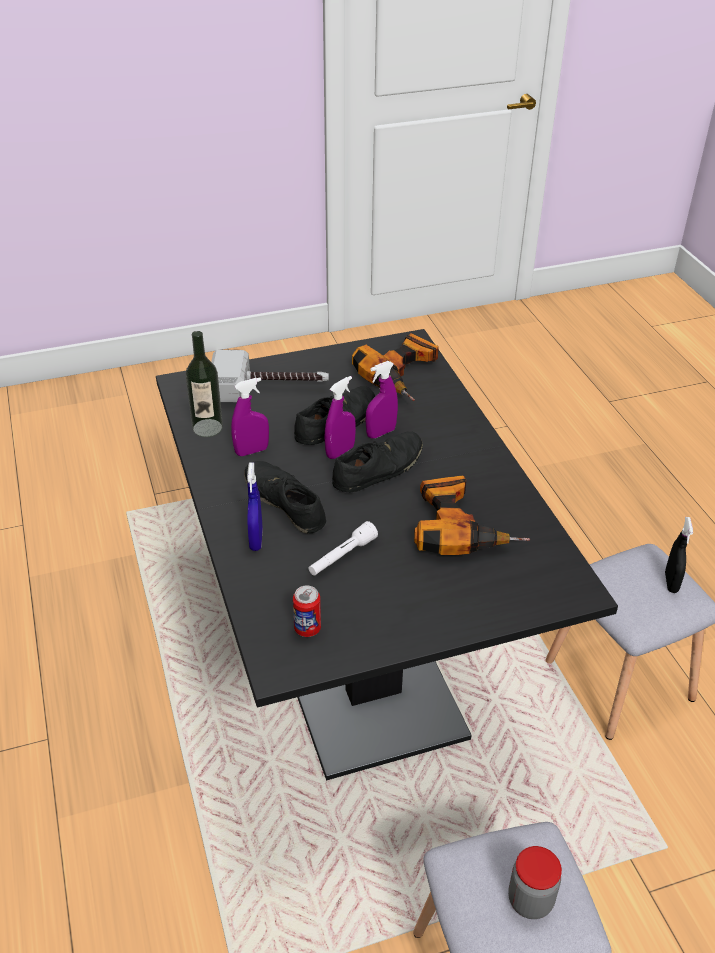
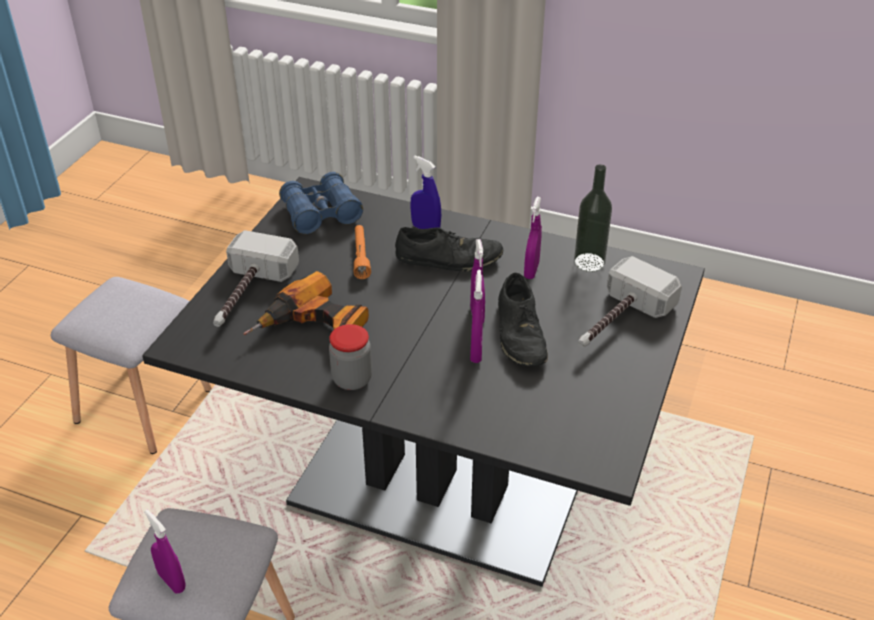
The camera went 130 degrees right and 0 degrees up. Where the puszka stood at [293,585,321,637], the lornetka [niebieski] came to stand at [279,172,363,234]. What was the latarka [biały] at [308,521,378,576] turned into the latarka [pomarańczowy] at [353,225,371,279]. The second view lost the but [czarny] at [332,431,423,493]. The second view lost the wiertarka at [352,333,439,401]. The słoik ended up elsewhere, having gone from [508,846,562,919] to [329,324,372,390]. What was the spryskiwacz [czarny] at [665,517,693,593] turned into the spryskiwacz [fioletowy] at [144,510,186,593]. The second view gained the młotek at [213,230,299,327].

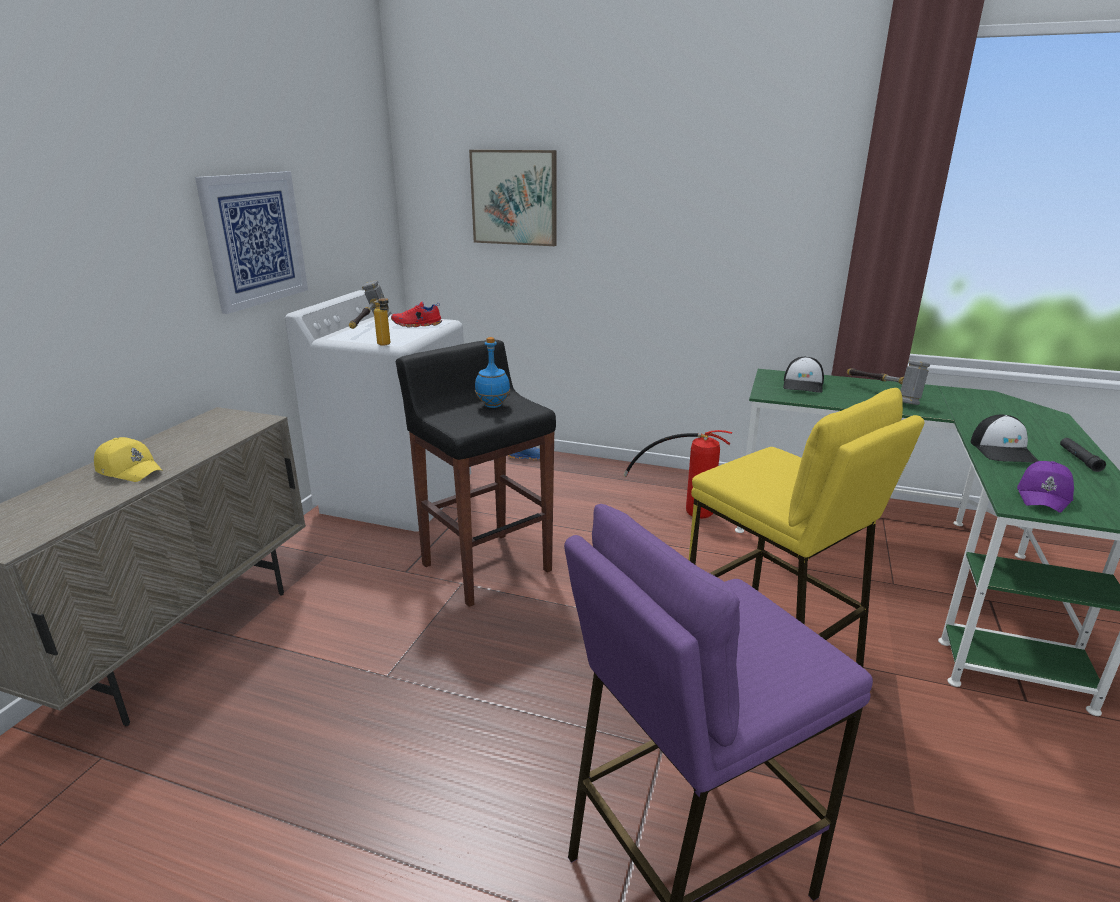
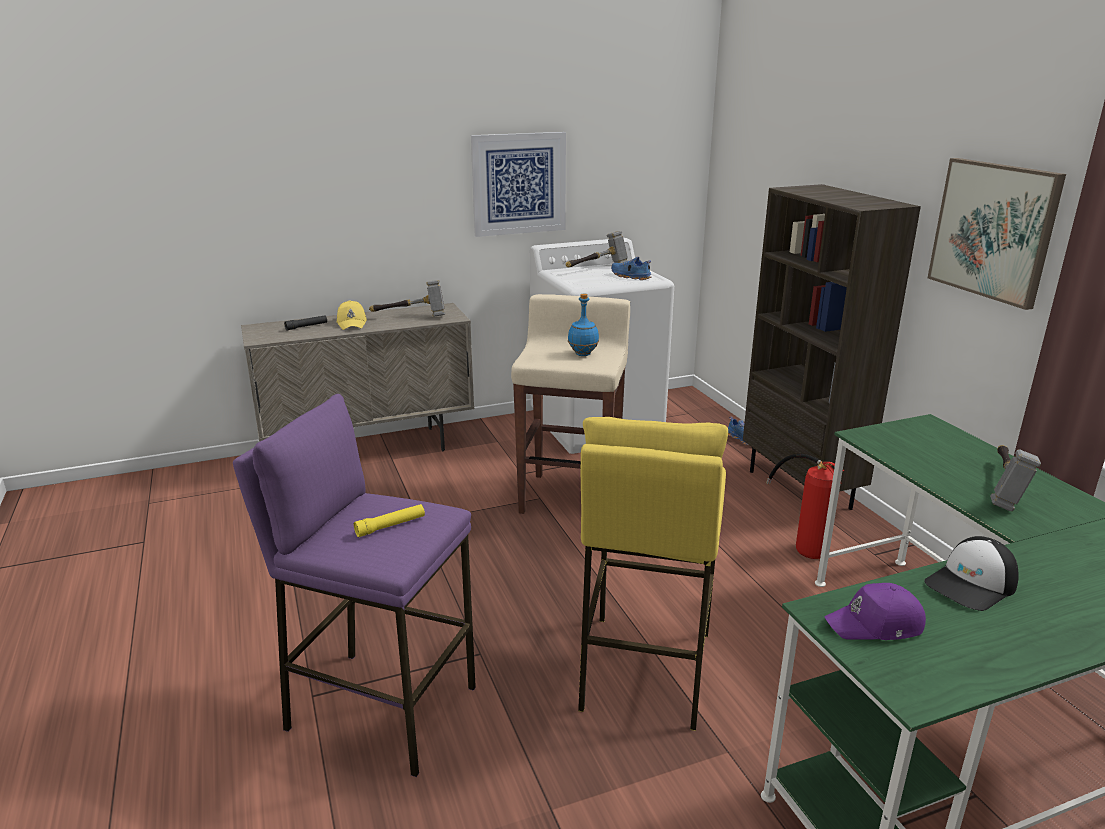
The camera went 50 degrees right and 0 degrees up. The second view lost the butelka at [374,293,390,345]. What was the but [czerwony] at [391,302,442,328] turned into the but [niebieski] at [611,256,652,280]. What was the stołek [czarny] at [396,340,556,607] turned into the stołek [beżowy] at [511,294,630,514]. The obraz ended up elsewhere, having gone from [469,150,557,246] to [928,158,1066,310]. The second view lost the czapka z daszkiem at [783,357,824,393]. The latarka [czarny] ended up elsewhere, having gone from [1060,438,1106,472] to [284,315,327,330]. The second view gained the latarka [żółty] at [354,504,425,537]. The second view gained the młotek at [369,280,445,317]. The second view gained the regał [brązowy] at [743,184,921,510].

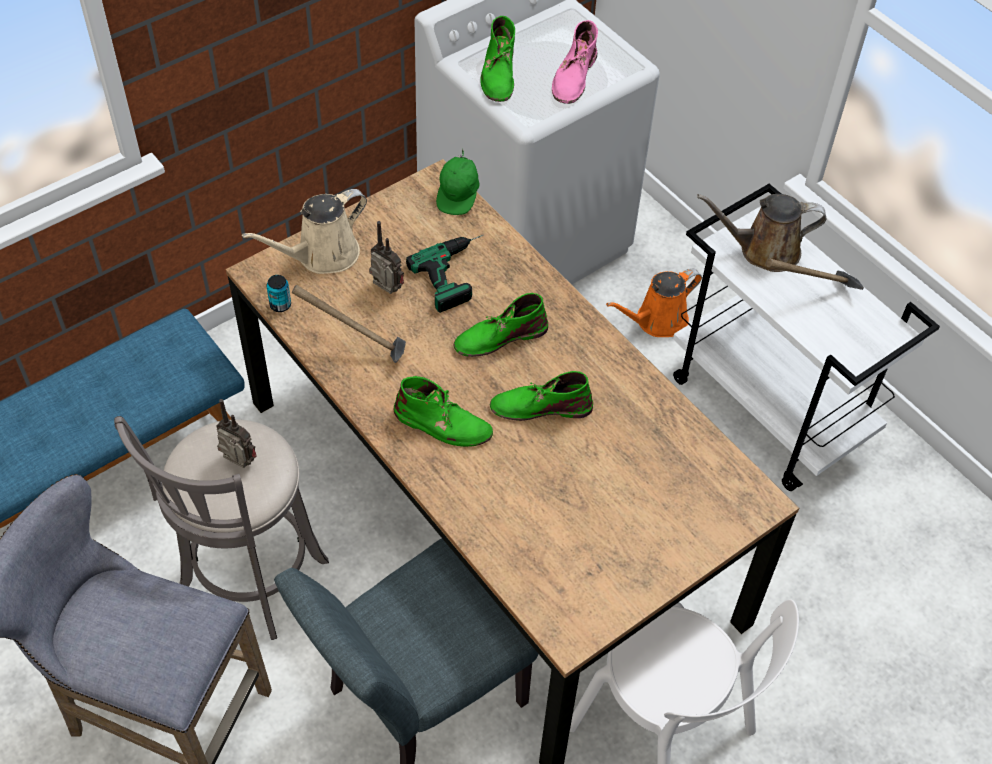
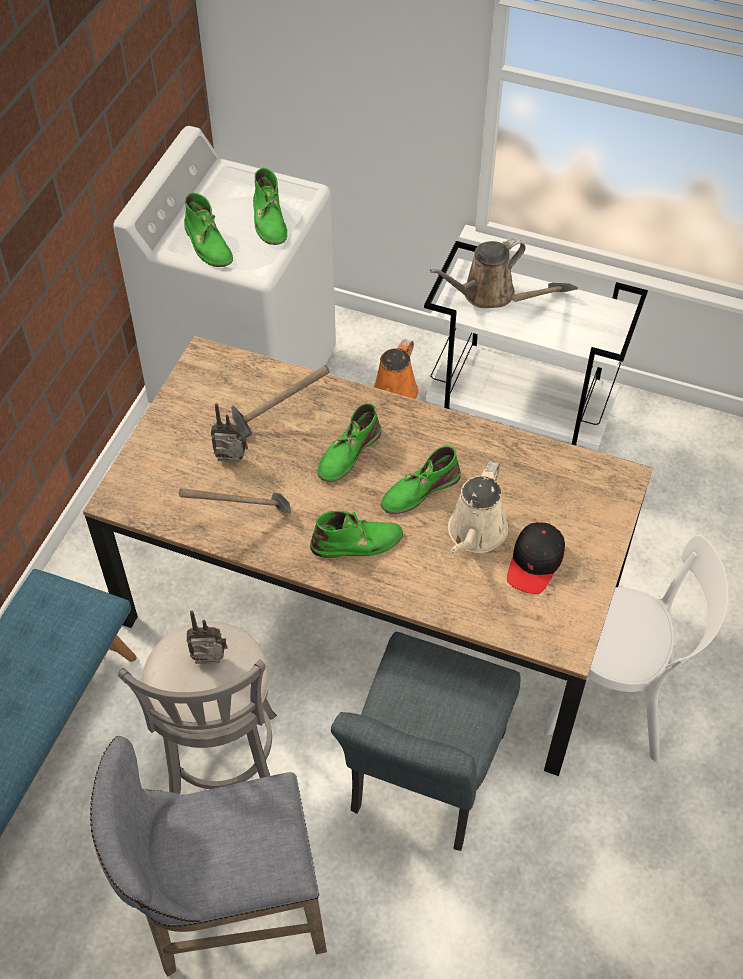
The camera went 30 degrees left and 0 degrees up. The konewka [beżowy] ended up elsewhere, having gone from [242,189,367,274] to [448,461,508,554]. The second view lost the puszka at [266,275,291,312]. Where the wiertarka stood at [406,235,483,313], the młotek came to stand at [231,365,330,438]. The second view lost the czapka z daszkiem [zielony] at [436,149,480,215]. What was the but z cholewką [różowy] at [552,20,598,104] turned into the but z cholewką [zielony] at [253,168,287,245]. The second view gained the czapka z daszkiem [czarny] at [507,522,565,594].

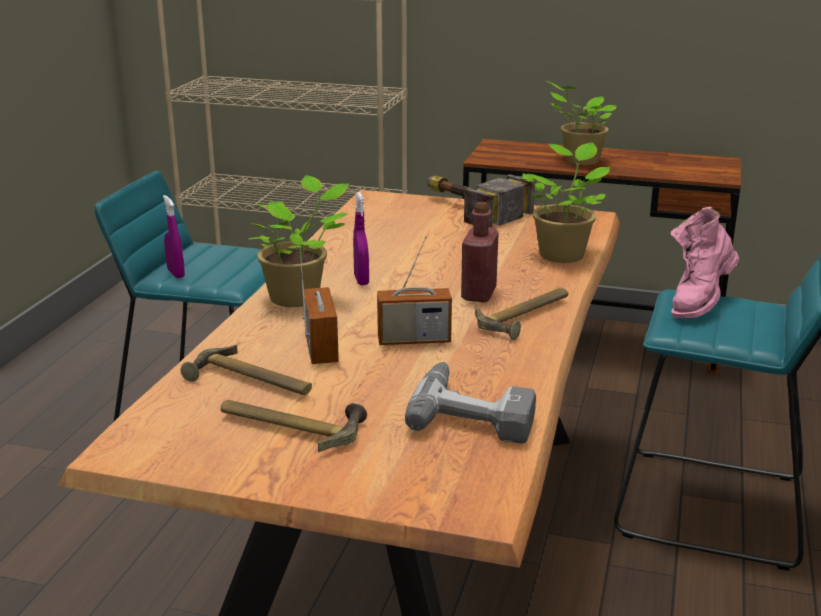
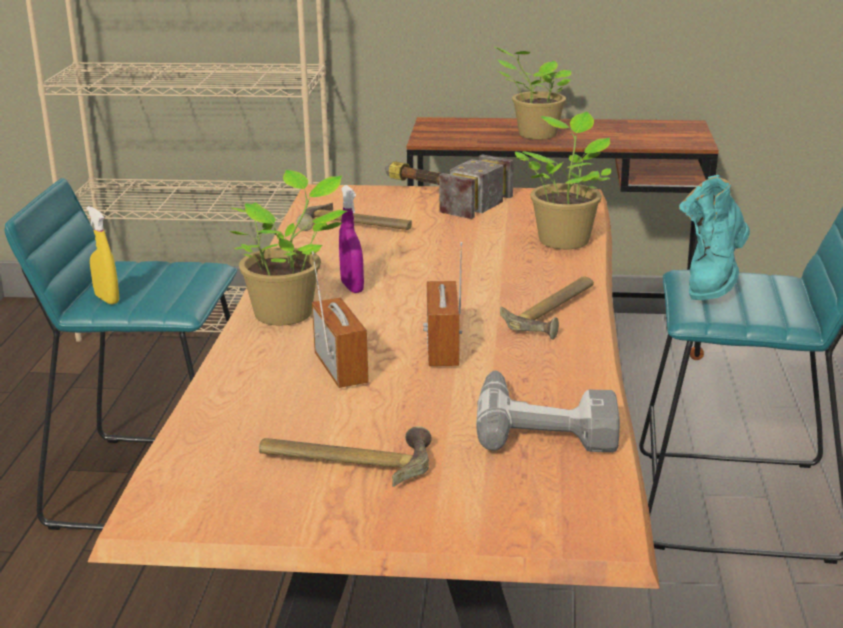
The camera went 10 degrees left and 0 degrees up. What was the spryskiwacz [fioletowy] at [163,195,185,278] turned into the spryskiwacz [żółty] at [86,206,119,304]. The młotek ended up elsewhere, having gone from [181,345,312,395] to [296,203,412,231]. The radio at [377,236,452,345] ended up facing another way, 105 degrees clockwise from before. The second view lost the butelka [czerwony] at [461,202,499,302]. What was the but z cholewką [różowy] at [670,207,739,318] turned into the but z cholewką [turkusowy] at [679,175,750,300].

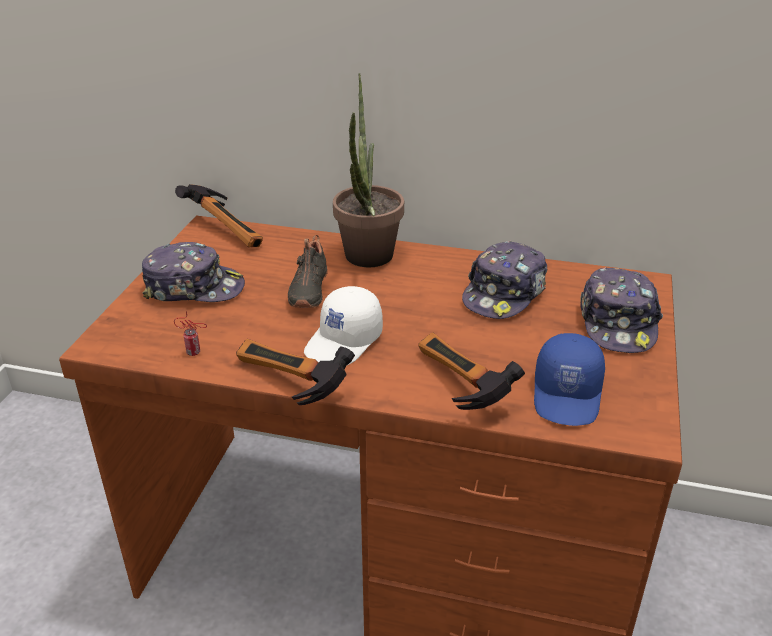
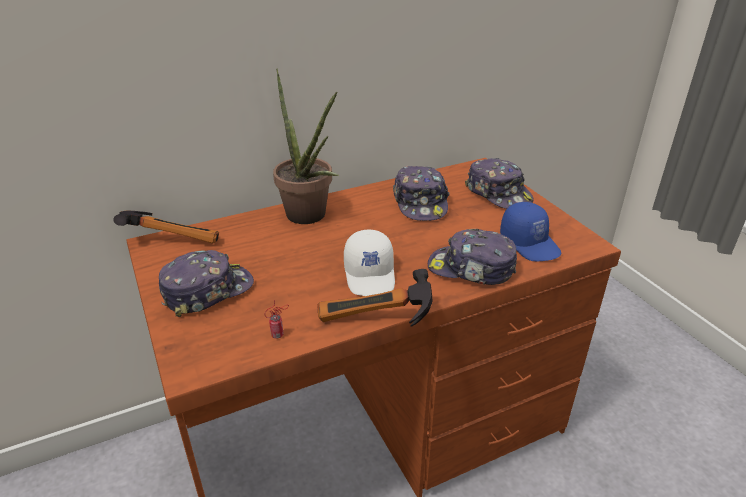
The camera went 40 degrees left and 0 degrees up. The second view lost the but [czarny] at [288,235,328,308]. Where the młotek stood at [418,333,525,410], the czapka z daszkiem came to stand at [428,229,517,285].

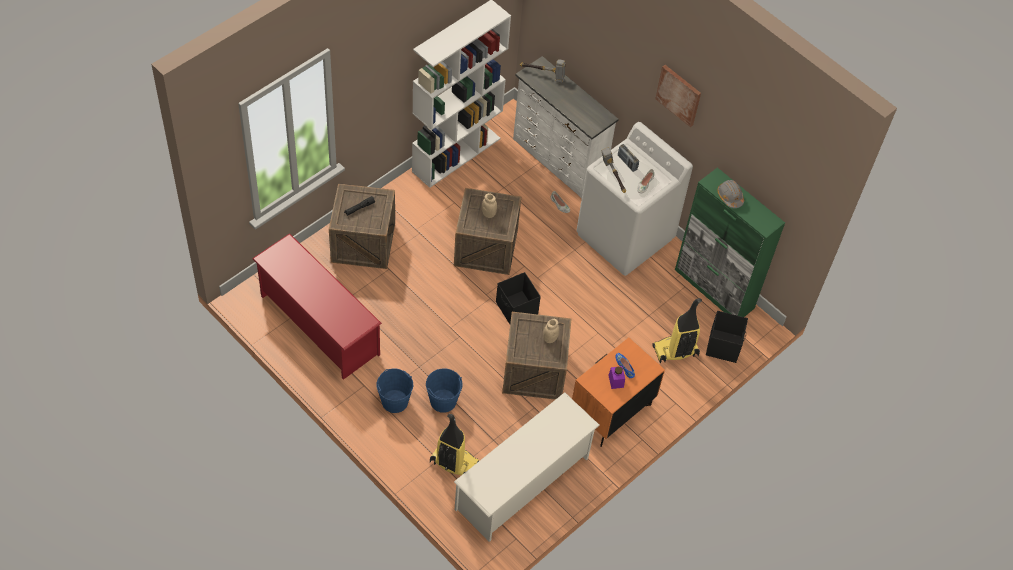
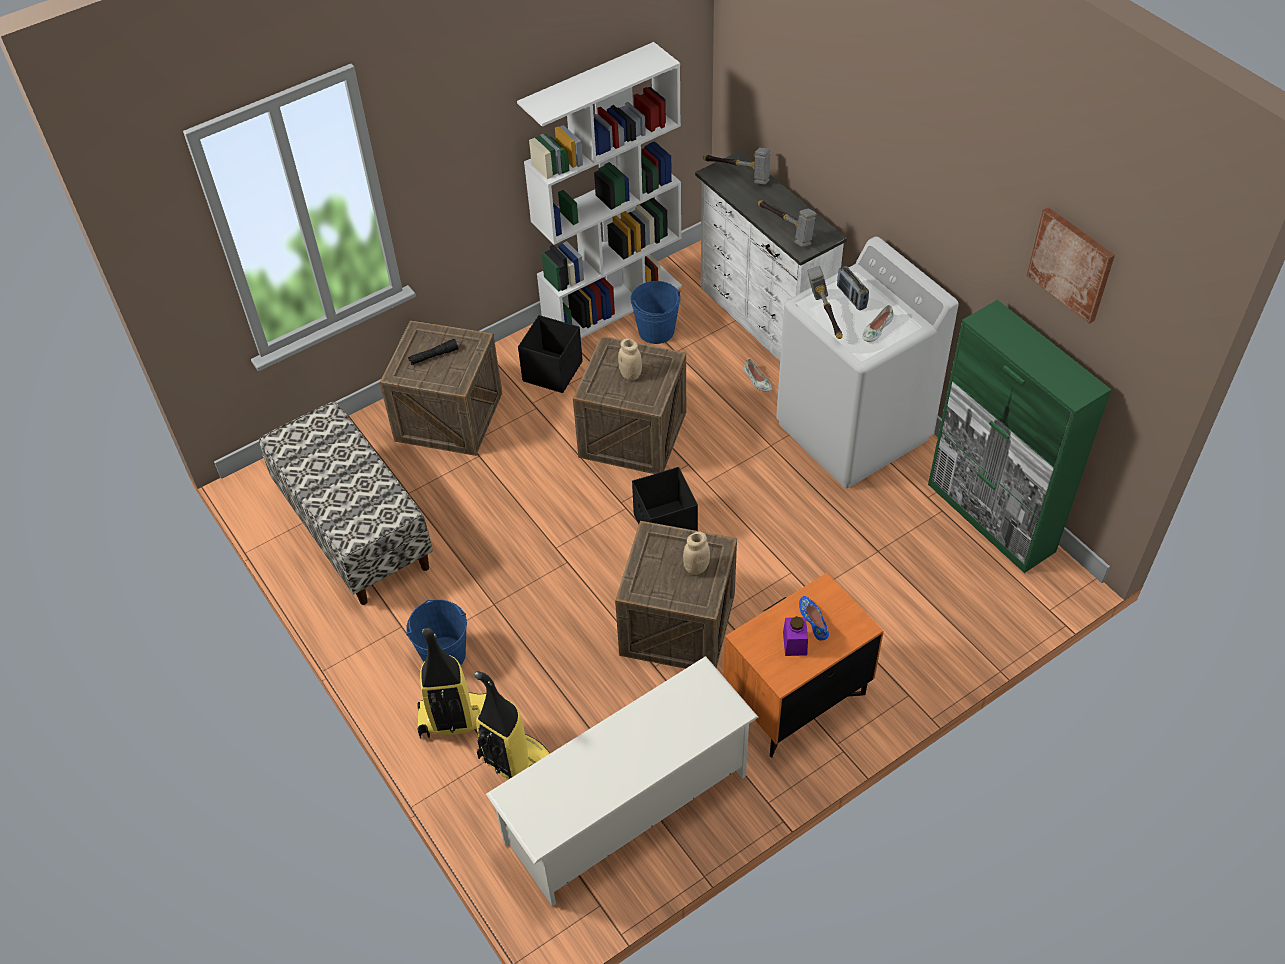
The camera went 15 degrees right and 5 degrees down. Where the regał na buty [czerwony] stood at [252,233,382,380], the ławka came to stand at [259,401,433,605]. The wiadro [niebieski] ended up elsewhere, having gone from [426,368,463,413] to [631,281,681,344]. The odkurzacz ended up elsewhere, having gone from [653,298,702,363] to [417,628,486,739]. The obraz ended up elsewhere, having gone from [655,65,701,127] to [1027,207,1115,324]. The pojemnik do przechowywania [czarny] ended up elsewhere, having gone from [706,311,748,363] to [518,315,583,393]. The second view lost the kask [szary] at [718,180,744,208]. The second view gained the młotek at [758,200,816,247].

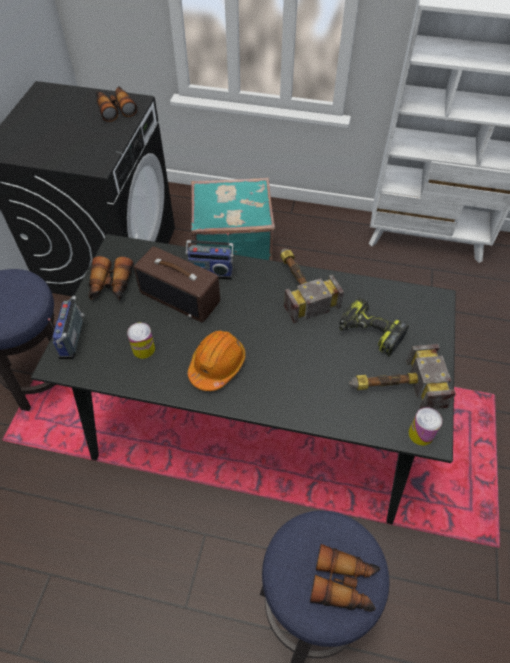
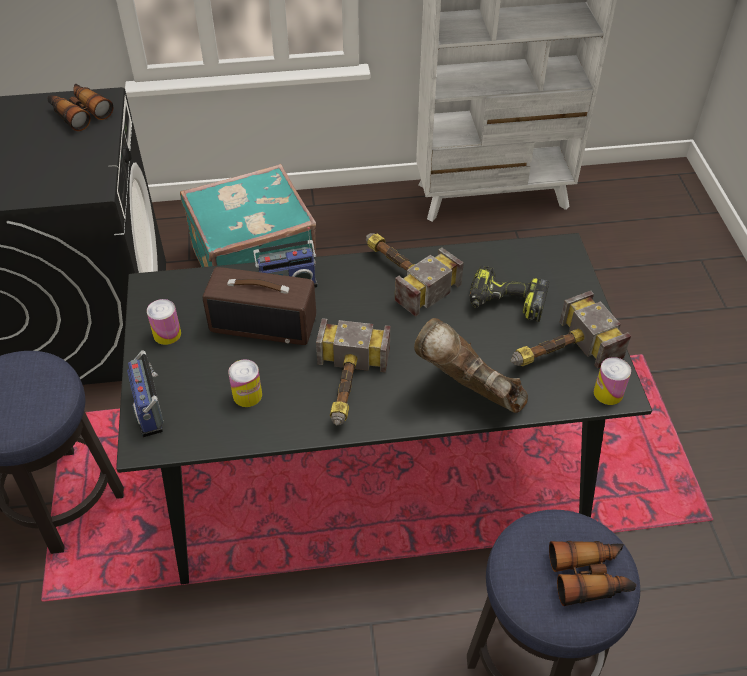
The camera went 20 degrees left and 5 degrees down. Where the lornetka stood at [89,256,134,300], the puszka came to stand at [147,299,181,345]. Where the kask [pomarańczowy] stood at [188,331,246,391], the młotek came to stand at [316,318,390,425]. The second view gained the but z cholewką [brązowy] at [414,318,528,413].

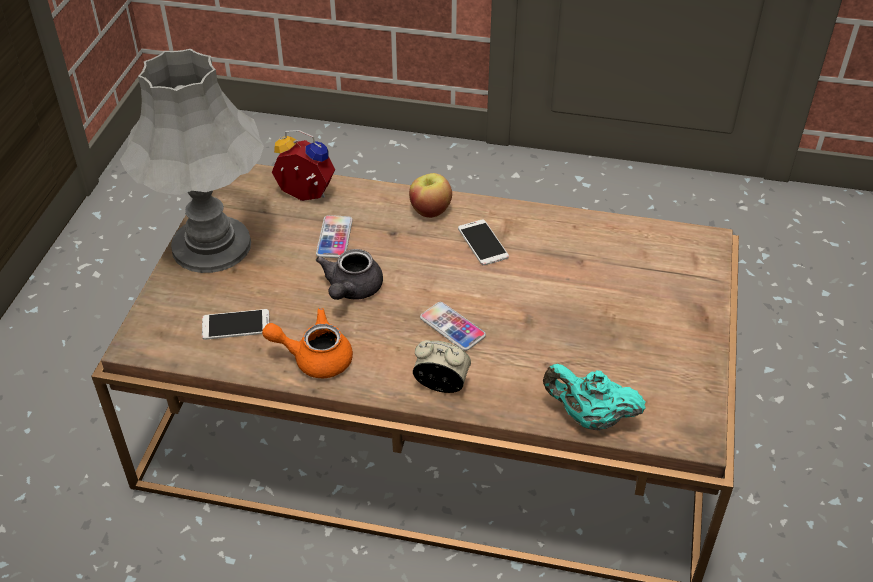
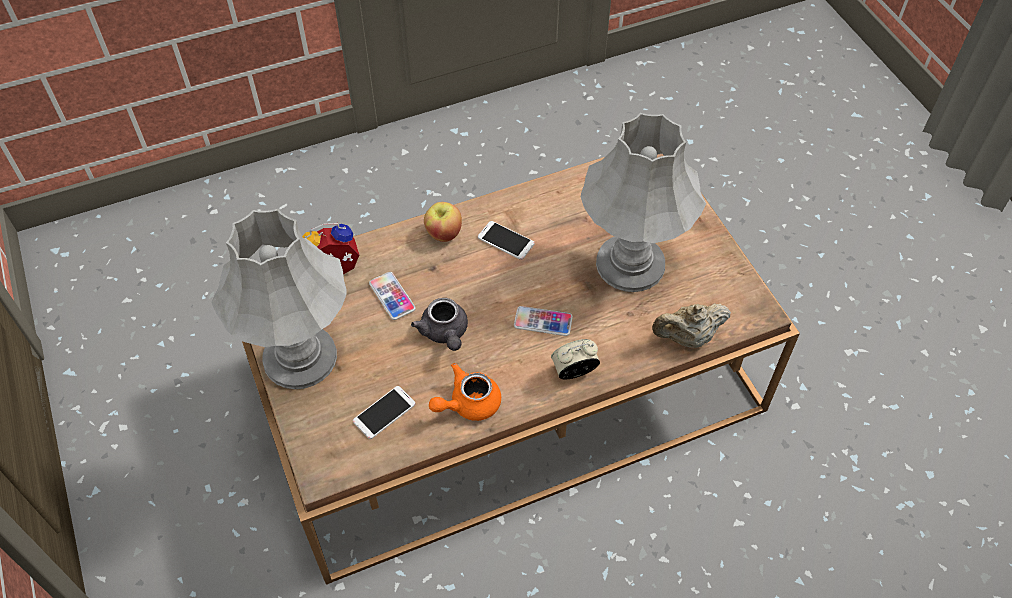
The camera went 35 degrees left and 10 degrees up. What was the imbryk [turkusowy] at [543,364,646,431] turned into the imbryk [beżowy] at [652,303,731,348]. The second view gained the lampa stołowa [szary] at [581,113,706,292].

